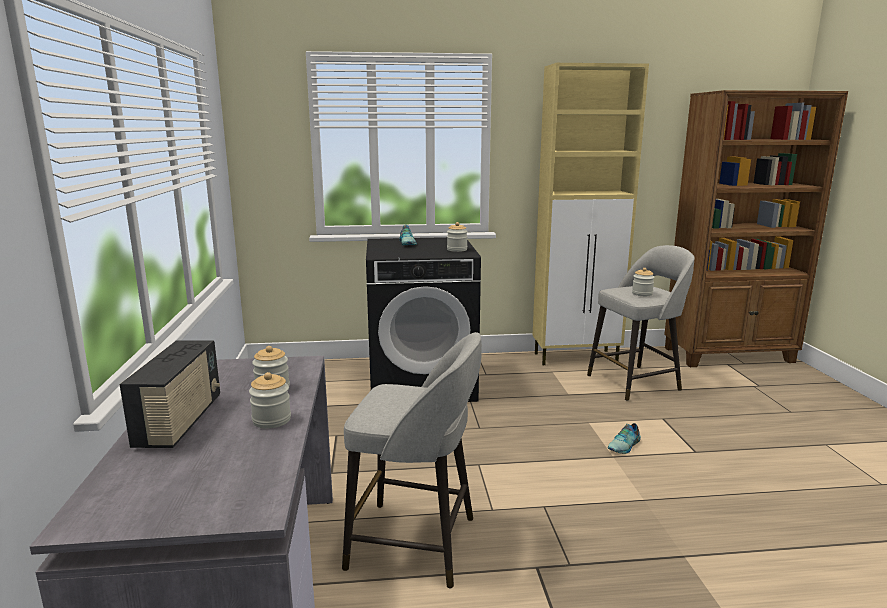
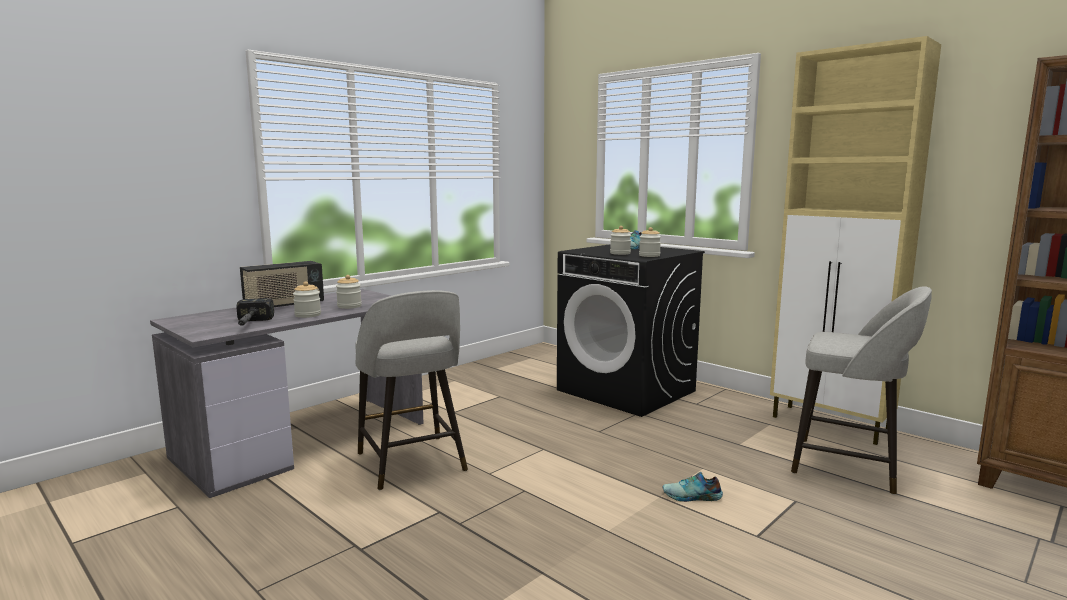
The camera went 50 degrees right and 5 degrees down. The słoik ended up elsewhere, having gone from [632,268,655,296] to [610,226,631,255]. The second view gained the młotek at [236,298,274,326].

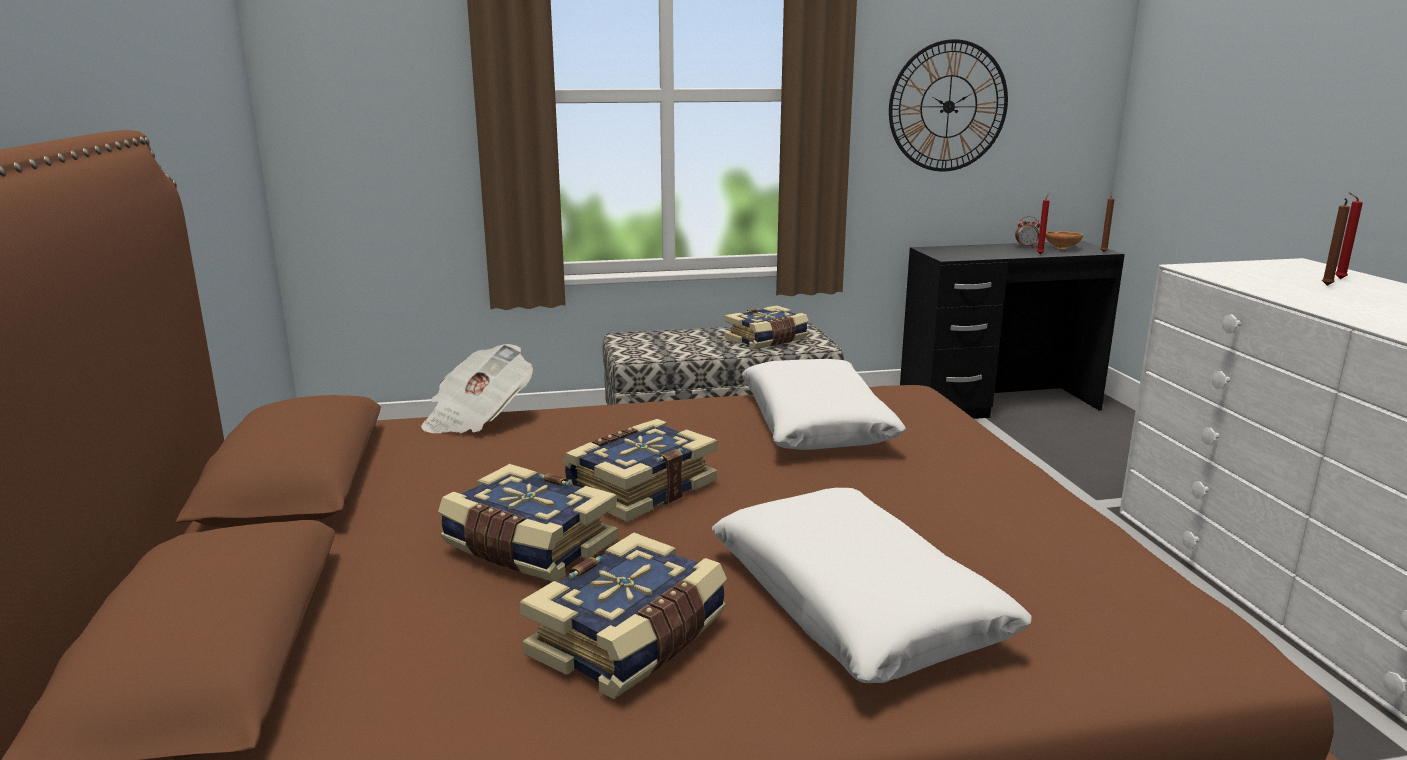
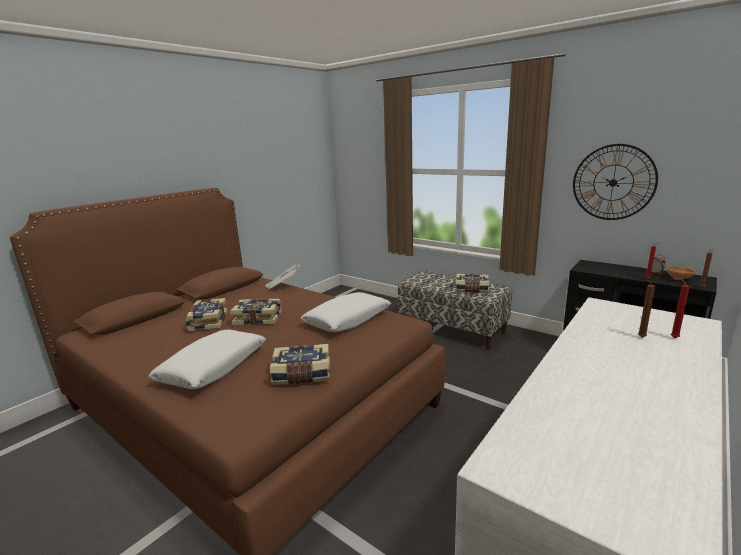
The camera went 50 degrees right and 0 degrees up. The książka ended up elsewhere, having gone from [520,533,727,699] to [270,344,330,385].

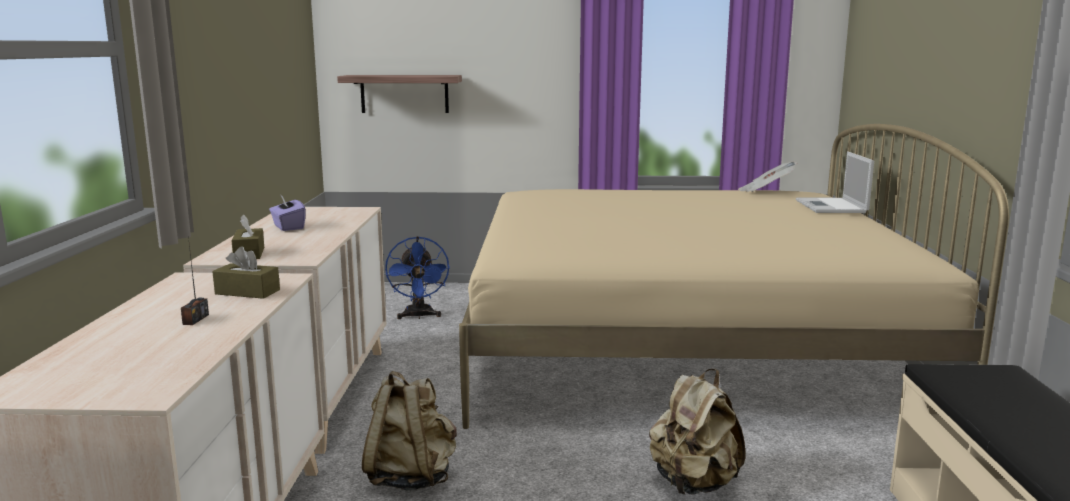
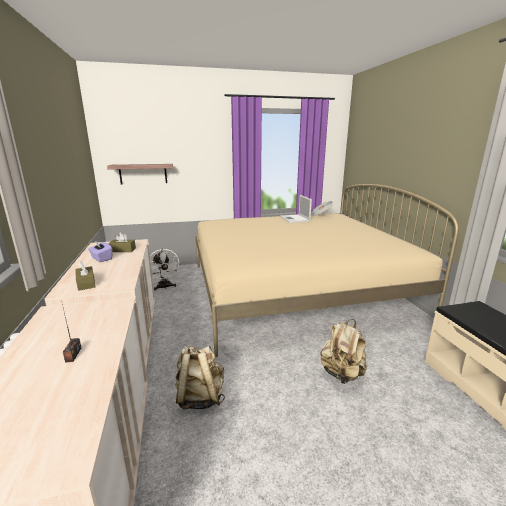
The camera went 15 degrees left and 5 degrees up. The pudełko chusteczek [brązowy] ended up elsewhere, having gone from [212,247,280,299] to [108,233,136,252]. What was the wentylator [niebieski] at [385,236,450,319] turned into the wentylator [biały] at [150,249,180,290]. The laptop ended up elsewhere, having gone from [796,151,874,213] to [280,195,312,223].

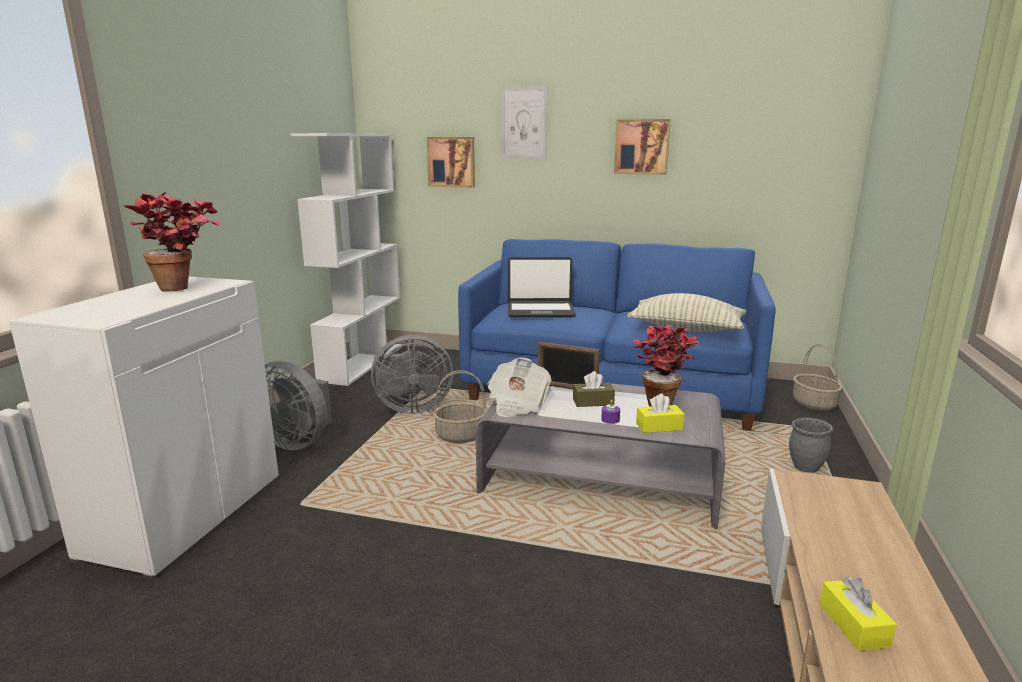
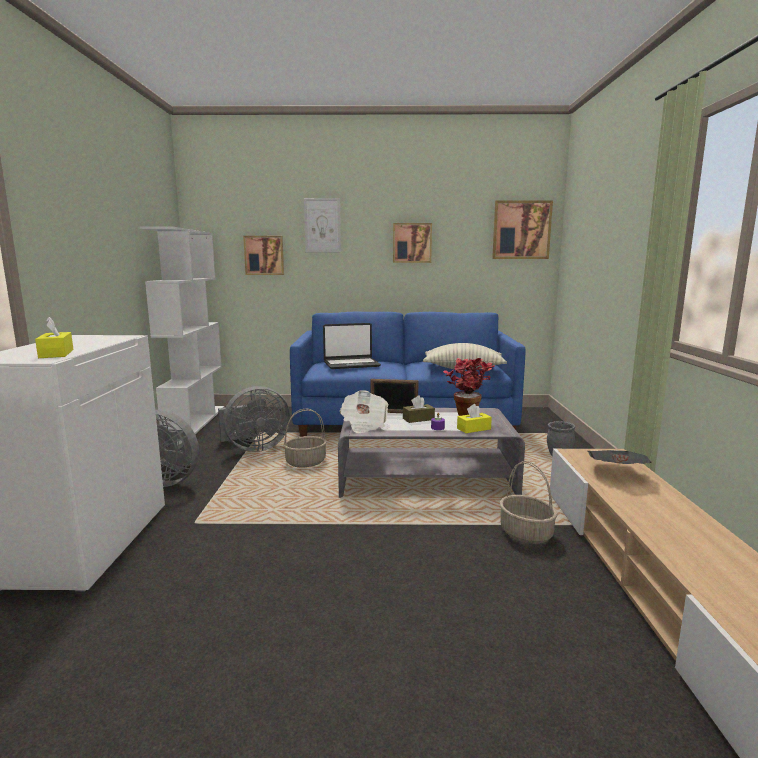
The camera went 15 degrees left and 5 degrees down. The second view lost the roślina doniczkowa at [124,192,220,292]. The koszyk ended up elsewhere, having gone from [793,344,843,411] to [500,461,558,544]. The pudełko chusteczek [żółty] ended up elsewhere, having gone from [820,577,897,651] to [35,317,74,358]. The second view gained the obraz at [492,200,553,259]. The second view gained the gazeta at [588,450,652,464].

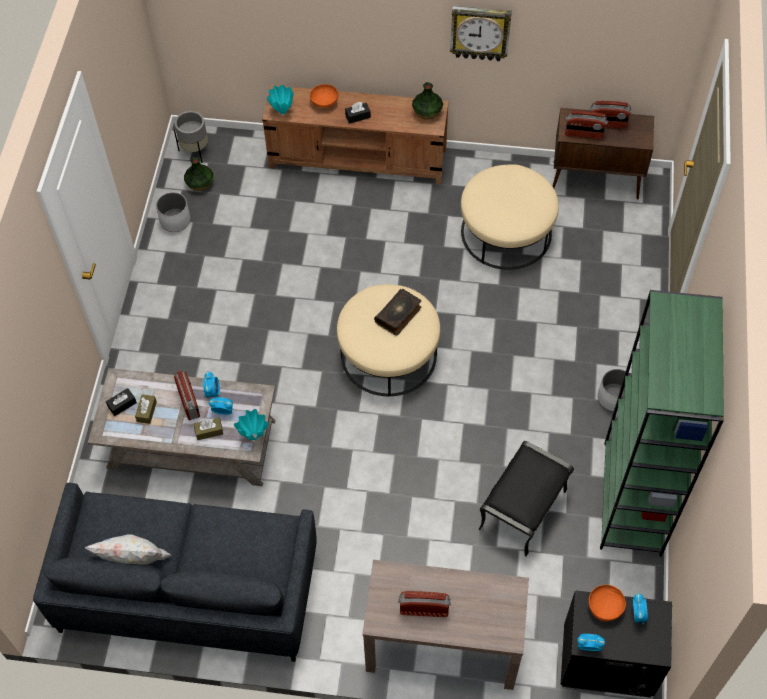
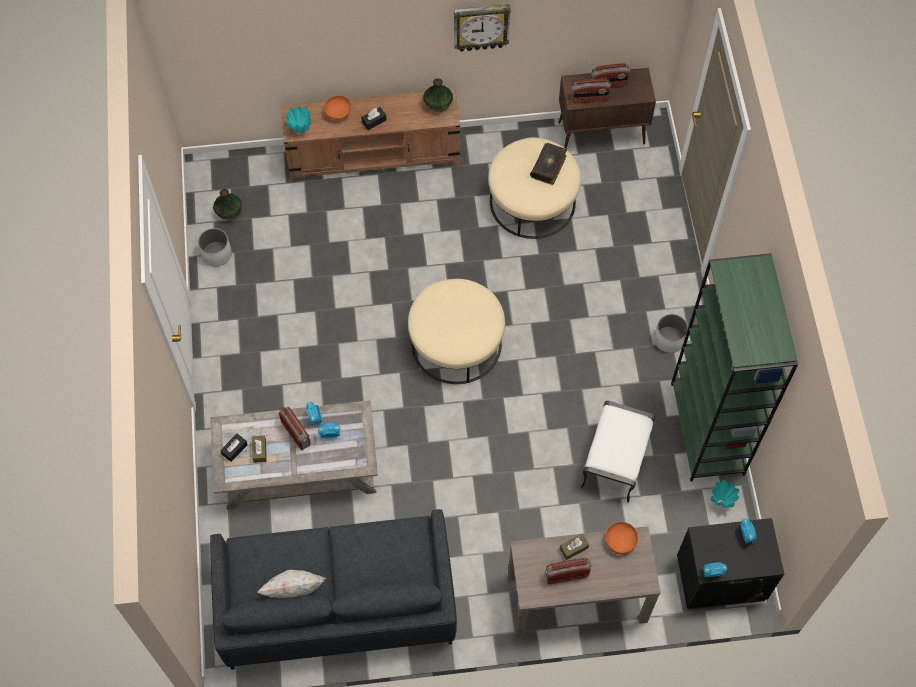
The camera went 15 degrees left and 5 degrees up. The second view lost the donica [szary] at [174,111,208,163]. The pudełko chusteczek [brązowy] ended up elsewhere, having gone from [194,418,223,440] to [559,534,589,560]. The wazon [turkusowy] ended up elsewhere, having gone from [234,409,268,441] to [710,479,740,508]. The książka ended up elsewhere, having gone from [374,289,421,336] to [530,143,567,185]. What was the pufa [czarny] at [478,441,574,556] turned into the pufa [biały] at [581,401,656,503]. The miska [pomarańczowy] ended up elsewhere, having gone from [589,585,626,622] to [606,522,638,555].

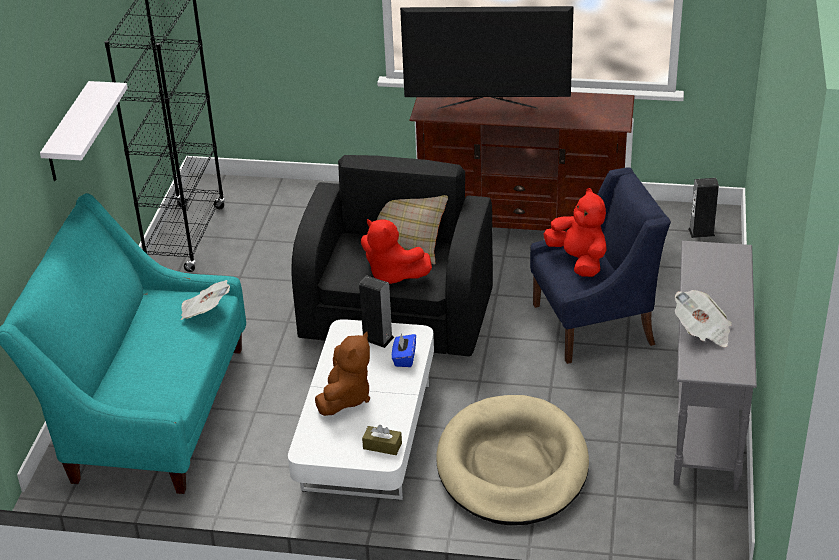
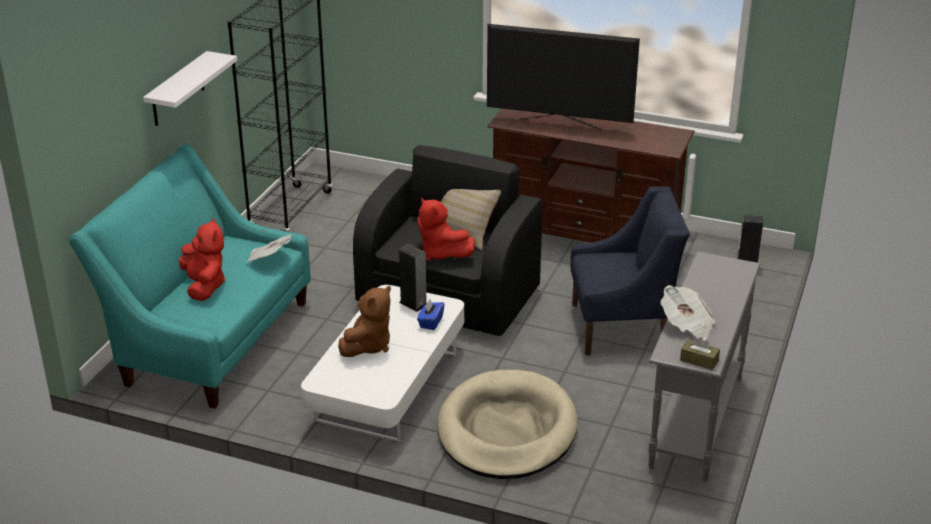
The camera went 10 degrees right and 5 degrees down. The pudełko chusteczek [brązowy] ended up elsewhere, having gone from [362,425,402,455] to [680,337,720,370]. The pluszak [czerwony] ended up elsewhere, having gone from [544,188,606,277] to [179,218,225,301].

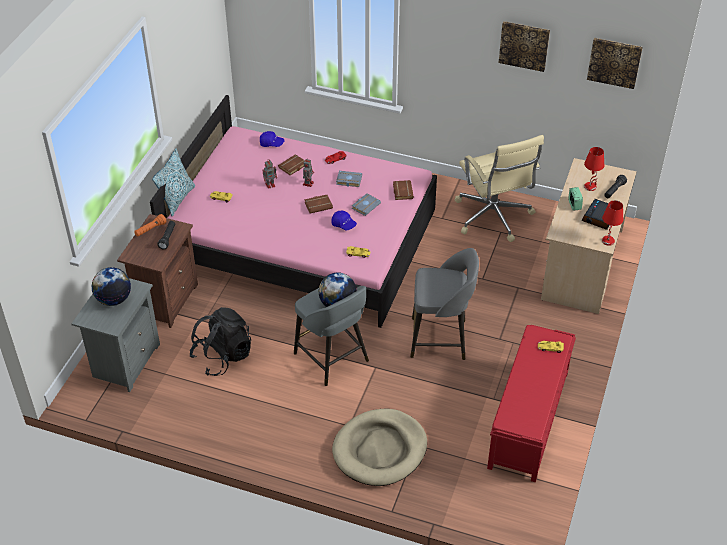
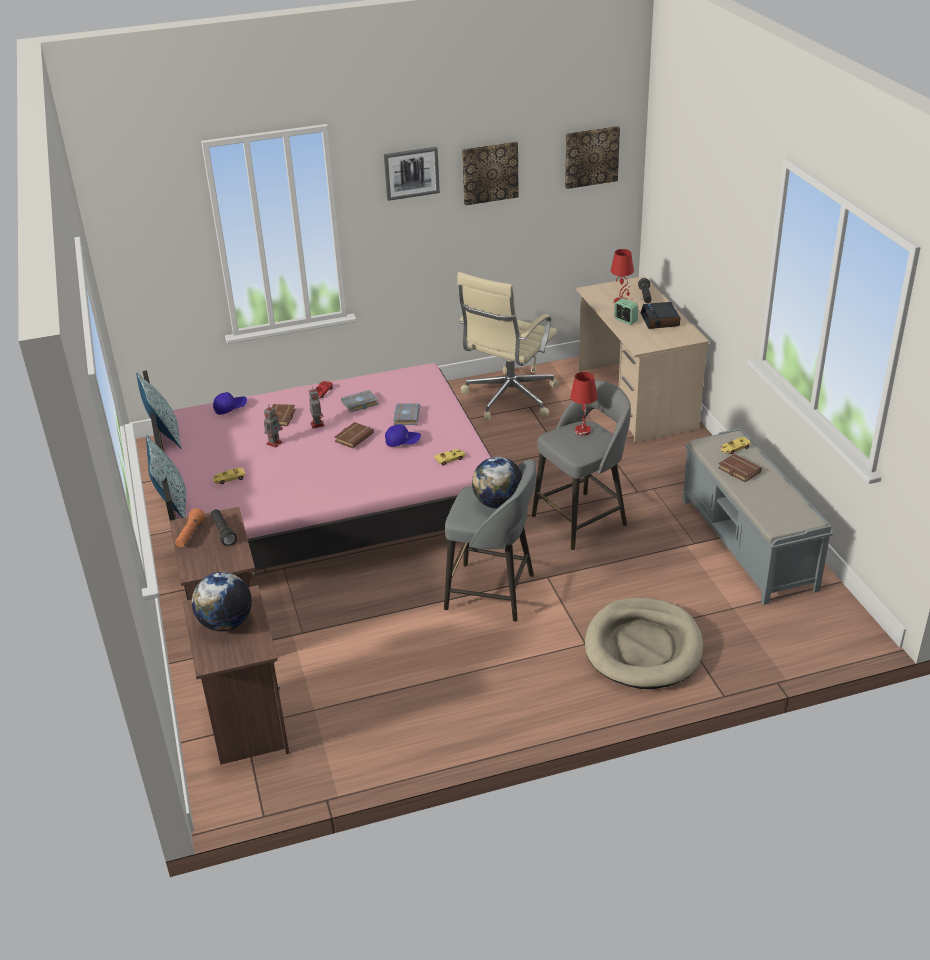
The camera went 35 degrees left and 10 degrees down. What was the szafka nocna [szary] at [71,278,160,392] turned into the szafka nocna [brązowy] at [183,585,290,765]. The second view lost the plecak [czarny] at [190,307,251,376]. The książka [brązowy] ended up elsewhere, having gone from [393,180,414,200] to [718,454,762,482]. The krzesło biurowe [beżowy] at [455,135,544,242] ended up facing another way, 90 degrees clockwise from before. What was the ławka [czerwony] at [487,325,576,483] turned into the ławka [szary] at [683,428,833,605]. The lampa stołowa [czerwony] ended up elsewhere, having gone from [602,200,623,246] to [570,372,598,435]. The second view gained the poduszka at [136,371,182,449]. The second view gained the obraz at [384,147,440,201].

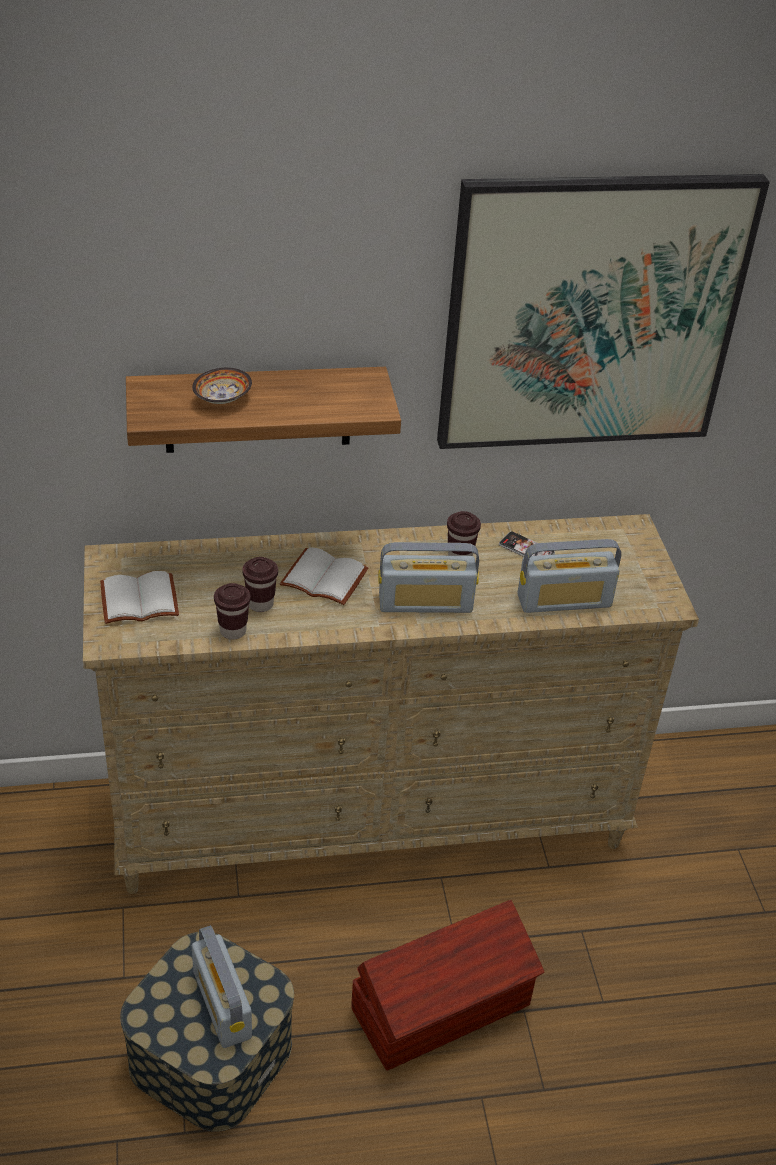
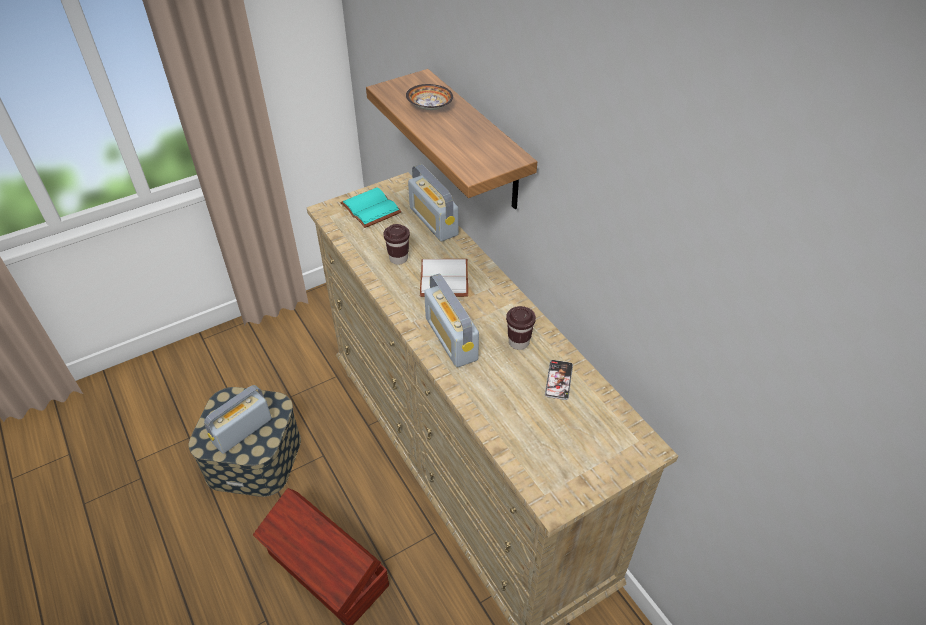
The camera went 70 degrees right and 5 degrees up. What was the książka [biały] at [100,571,179,624] turned into the książka [turkusowy] at [340,187,402,228]. The second view lost the filiżanka [brązowy] at [214,583,251,639]. The second view lost the obraz at [437,174,770,449]. The radio ended up elsewhere, having gone from [517,539,621,613] to [408,164,459,241].

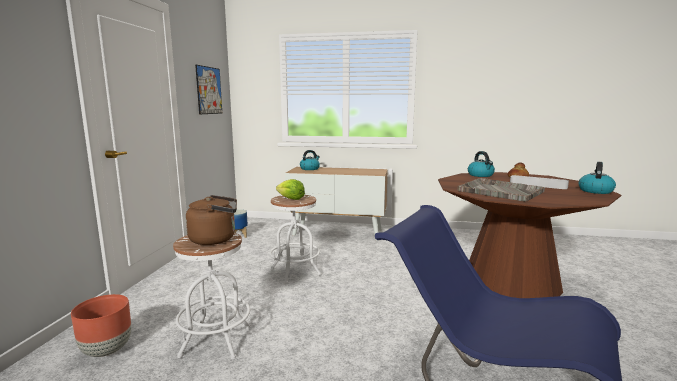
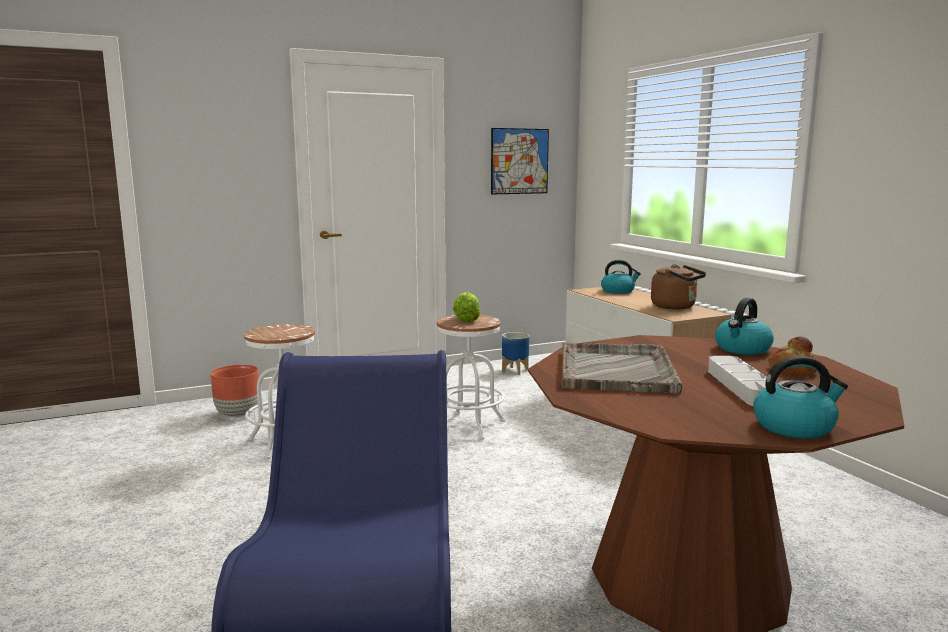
The camera went 55 degrees right and 0 degrees up. The czajnik [brązowy] ended up elsewhere, having gone from [186,195,237,245] to [651,264,706,310].

